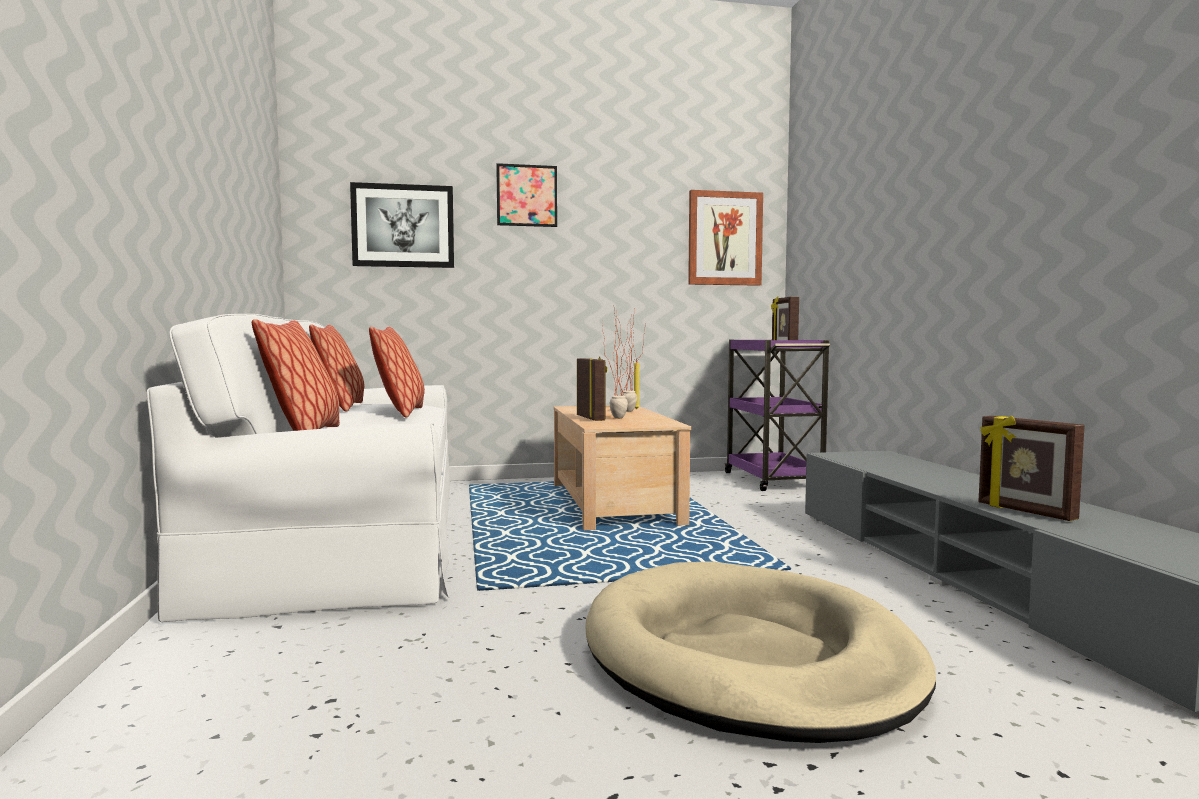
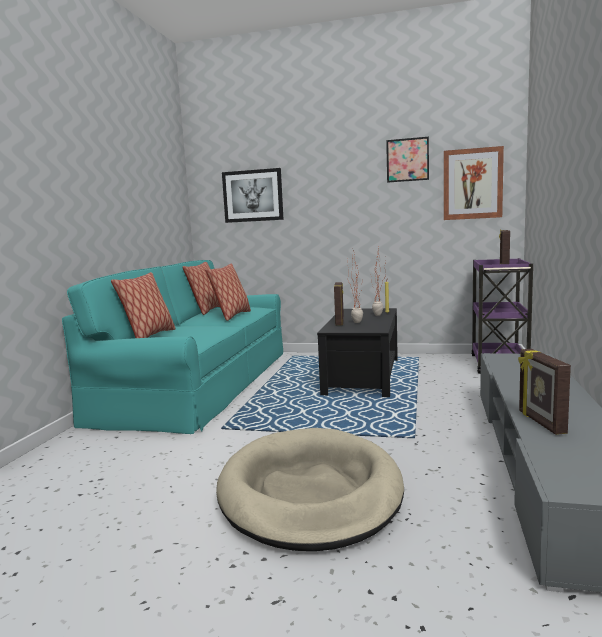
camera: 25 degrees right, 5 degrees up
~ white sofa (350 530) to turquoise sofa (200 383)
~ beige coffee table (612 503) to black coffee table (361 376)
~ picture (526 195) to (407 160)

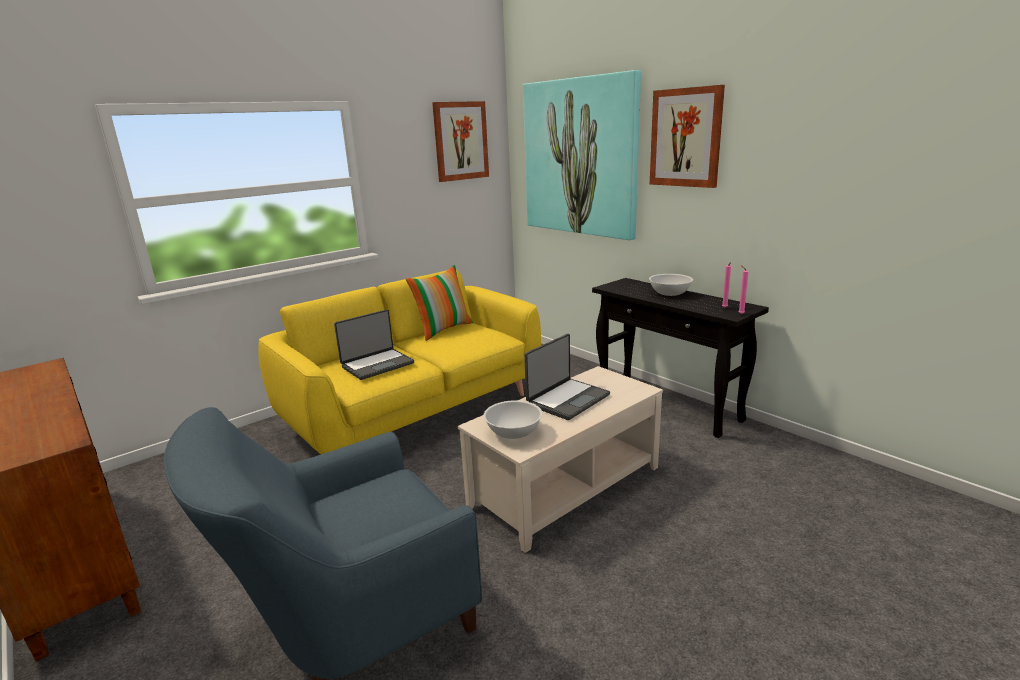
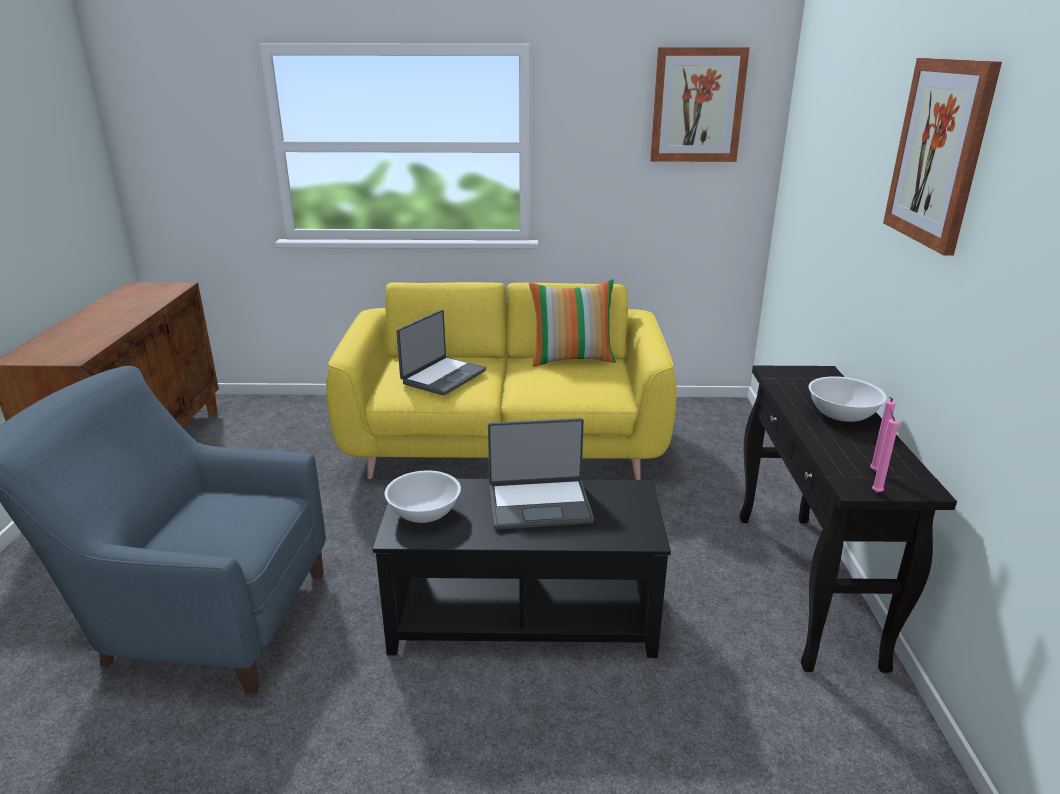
camera: 40 degrees right, 5 degrees up
~ beige coffee table (566 486) to black coffee table (523 613)
~ laptop (377 365) = (443 377) 60 degrees counterclockwise
- picture (580 157)

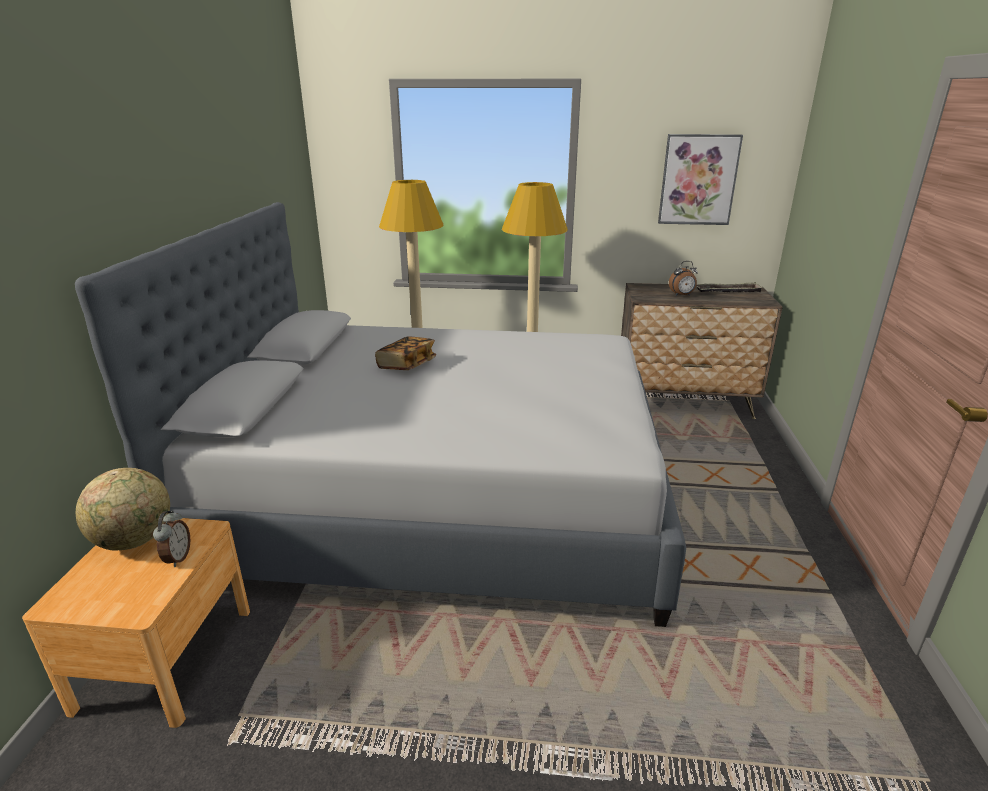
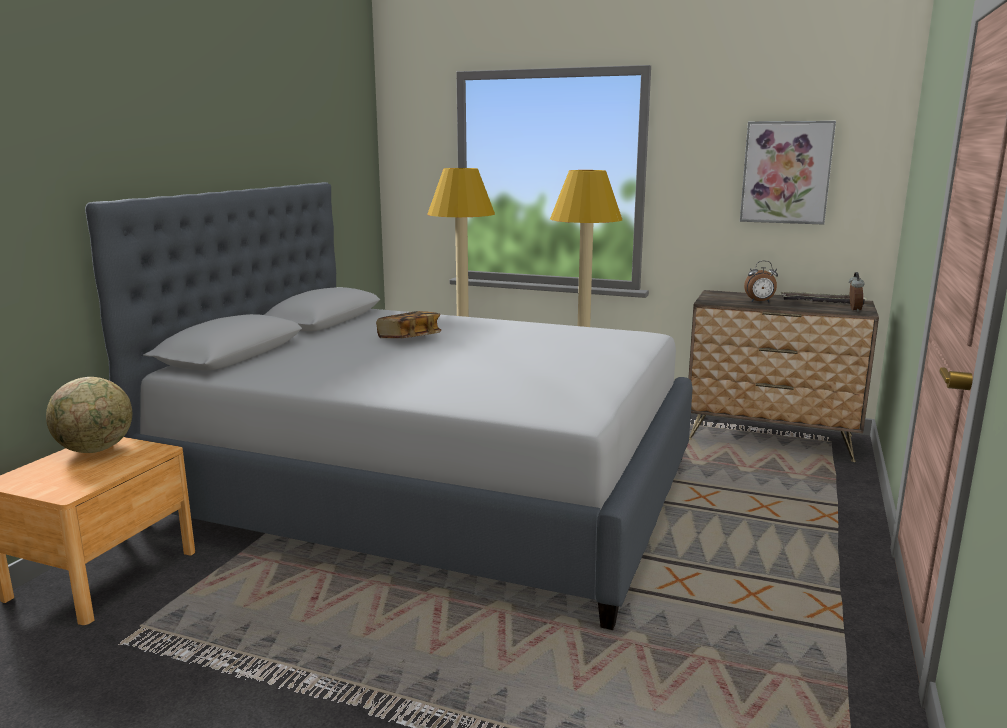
camera: 15 degrees right, 10 degrees down
~ alarm clock (177 558) to (853 310)

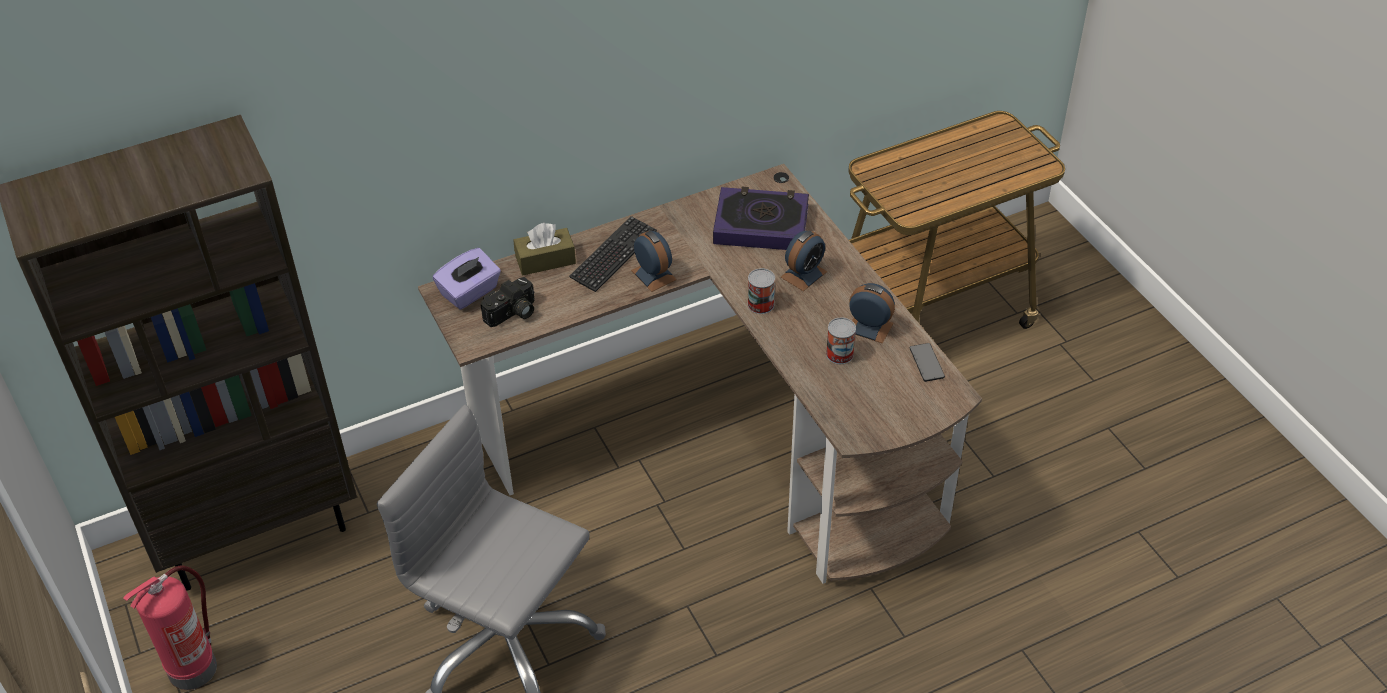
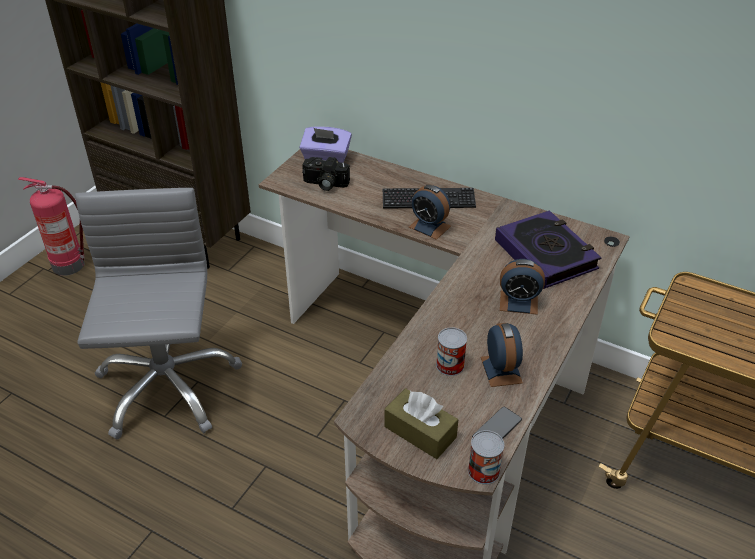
camera: 55 degrees right, 5 degrees down
~ brown tissue box (545 260) to (420 432)
~ alarm clock (653 275) = (429 226) 105 degrees clockwise
~ can (761 304) to (483 471)

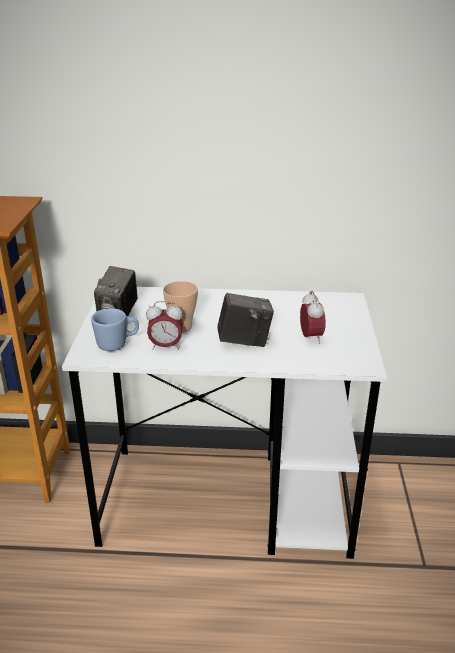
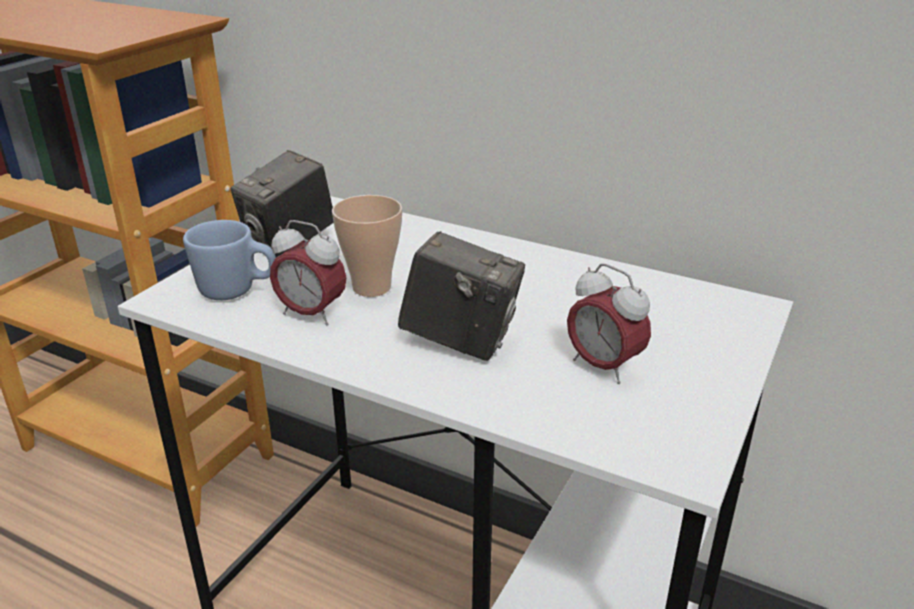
camera: 25 degrees right, 0 degrees up
~ alarm clock (311 337) = (603 367) 120 degrees clockwise

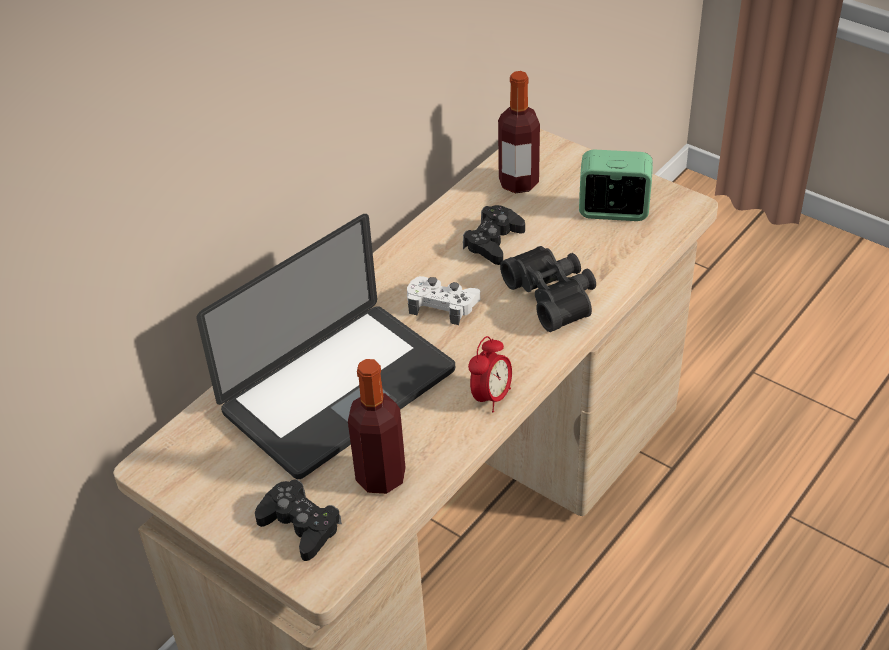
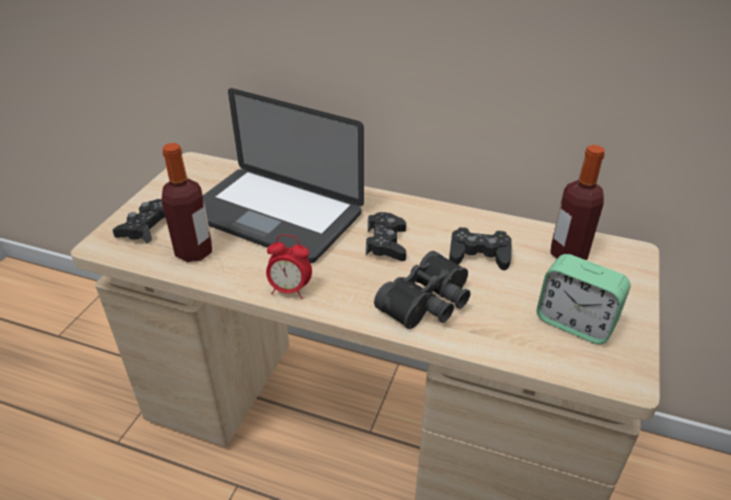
camera: 70 degrees right, 5 degrees down
~ white game controller (442 305) to black game controller (386 243)
~ alarm clock (613 211) = (574 323) 135 degrees clockwise

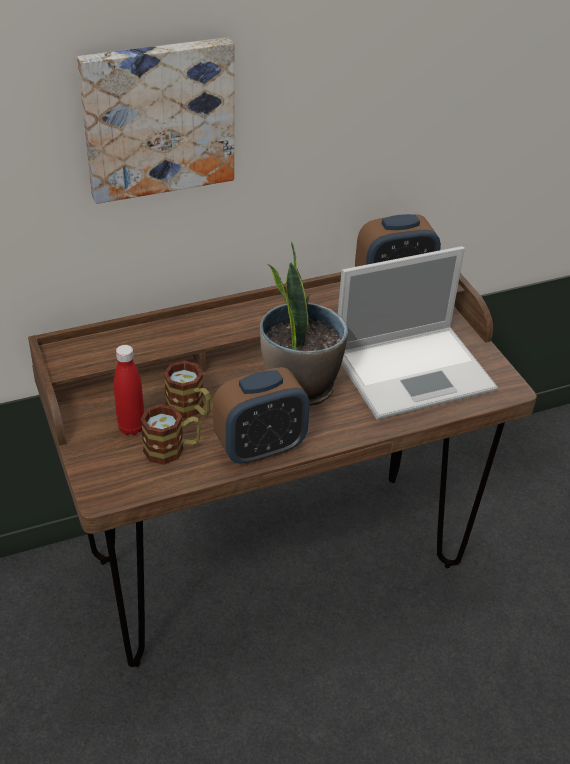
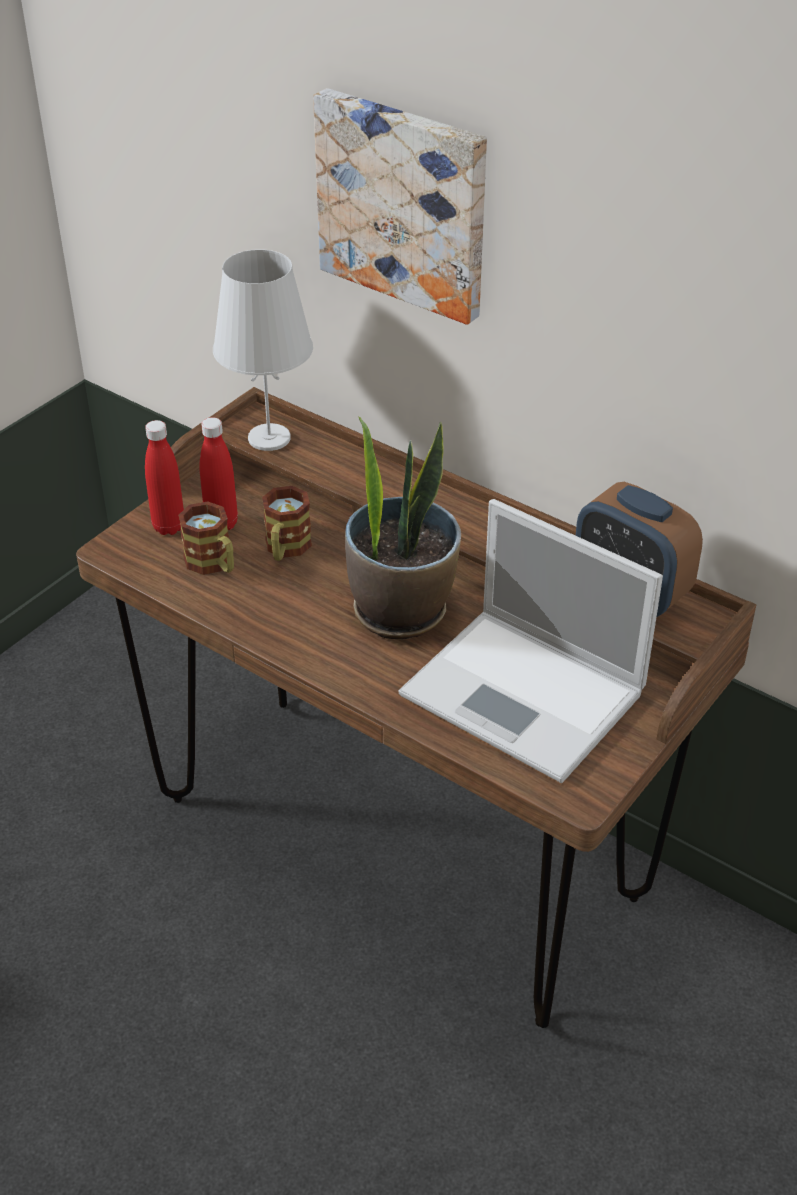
camera: 60 degrees right, 0 degrees up
+ red bottle (169 527)
+ white table lamp (269 438)
- alarm clock (260 448)

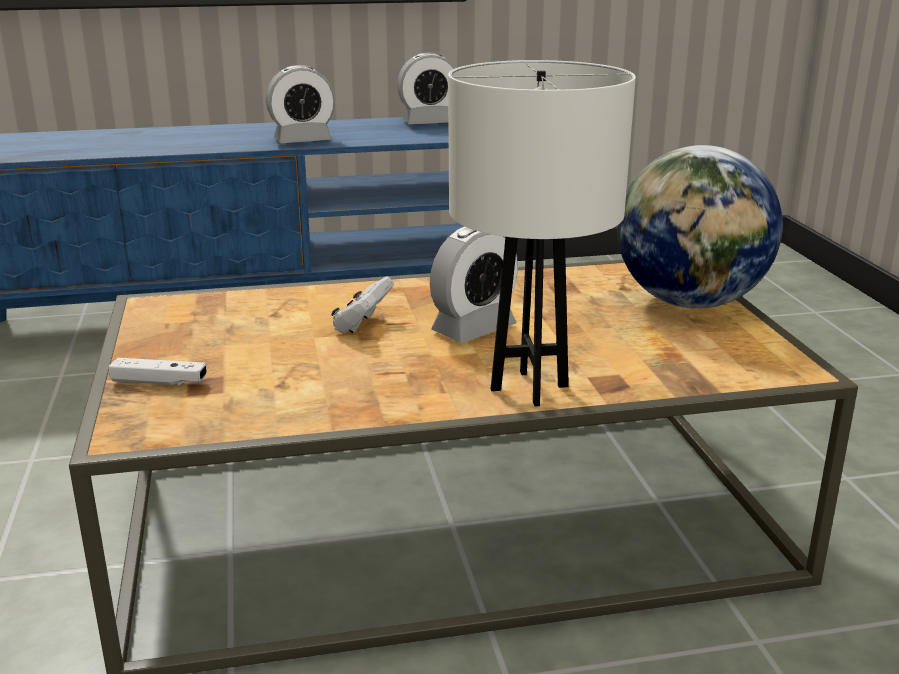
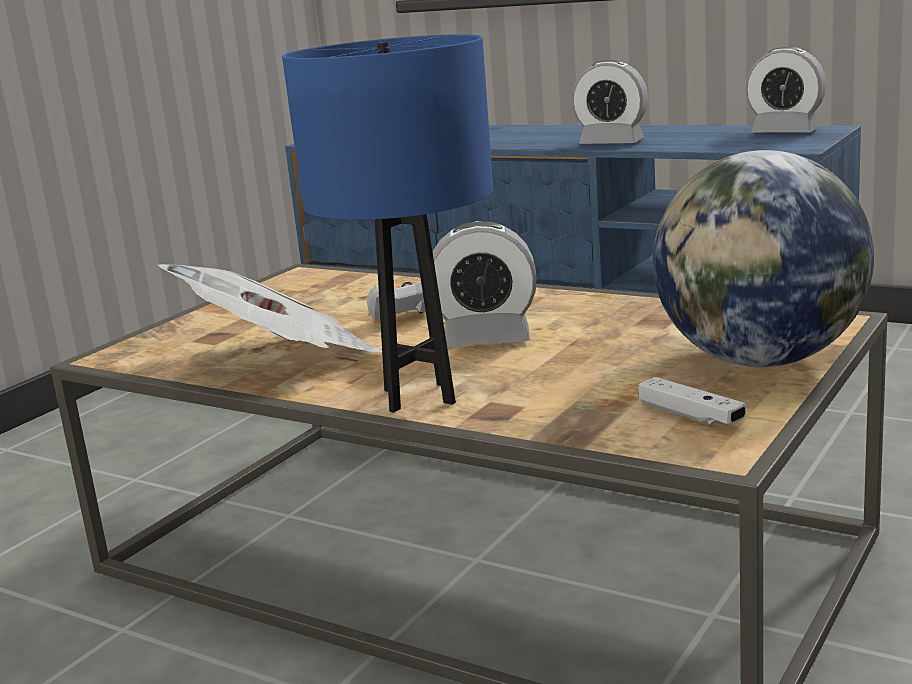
camera: 45 degrees right, 5 degrees down
+ newspaper (282 359)
~ white table lamp (528 387) to blue table lamp (419 396)
~ white game controller (159 382) to (690 415)

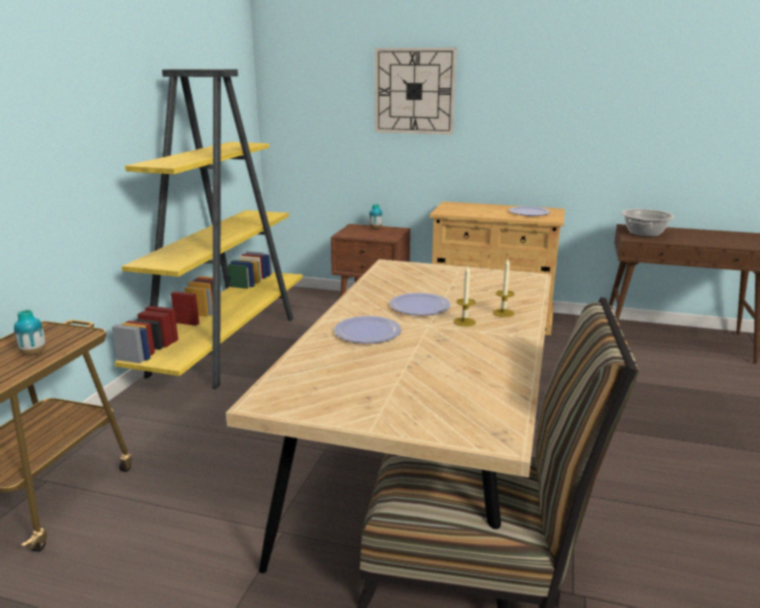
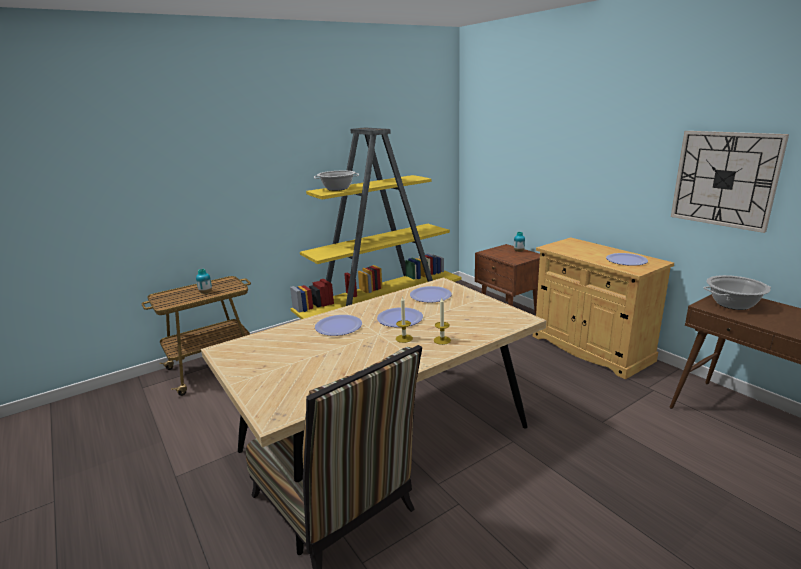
camera: 40 degrees right, 0 degrees up
+ cooking pot (337 188)
+ plate (430 295)
~ wall clock (414 91) to (724 179)

